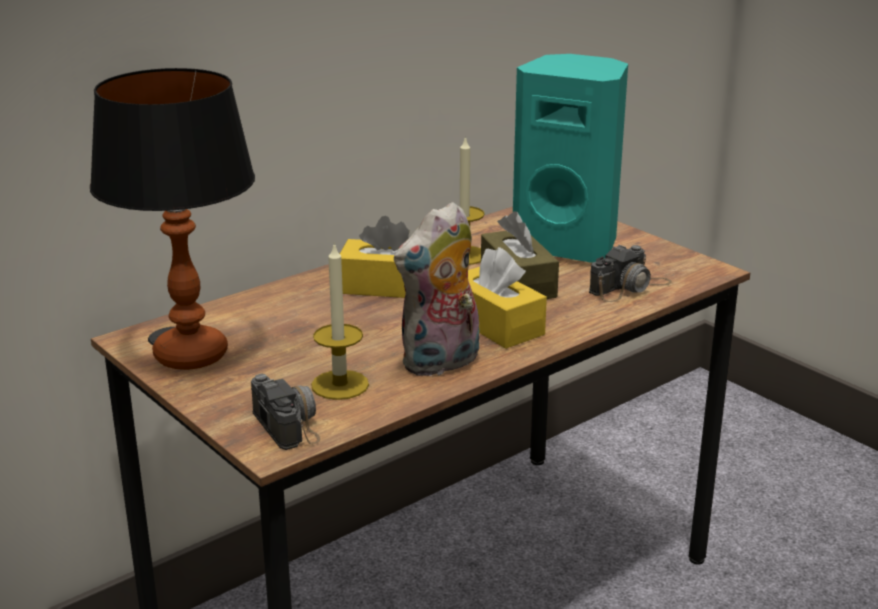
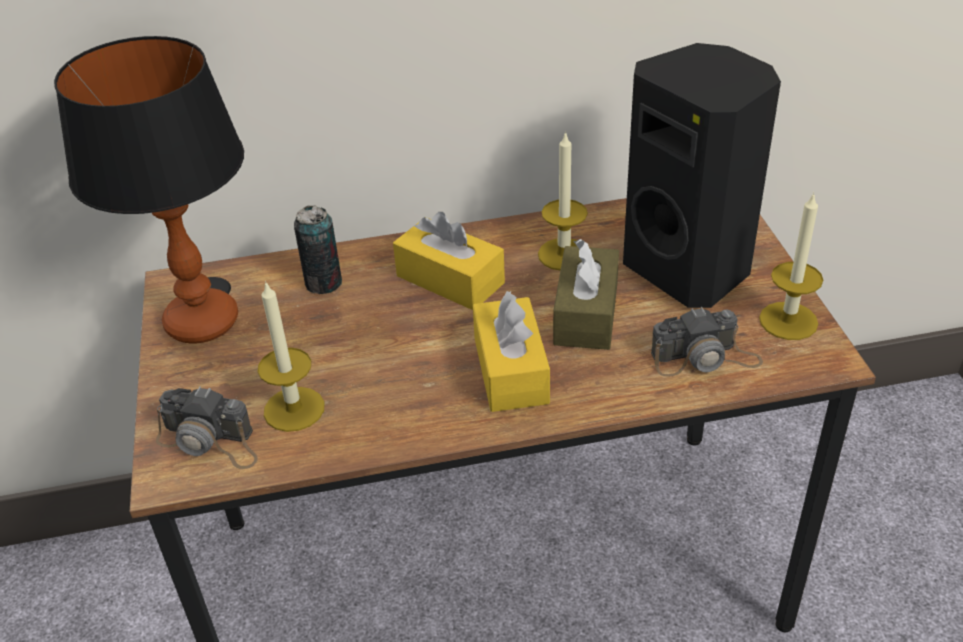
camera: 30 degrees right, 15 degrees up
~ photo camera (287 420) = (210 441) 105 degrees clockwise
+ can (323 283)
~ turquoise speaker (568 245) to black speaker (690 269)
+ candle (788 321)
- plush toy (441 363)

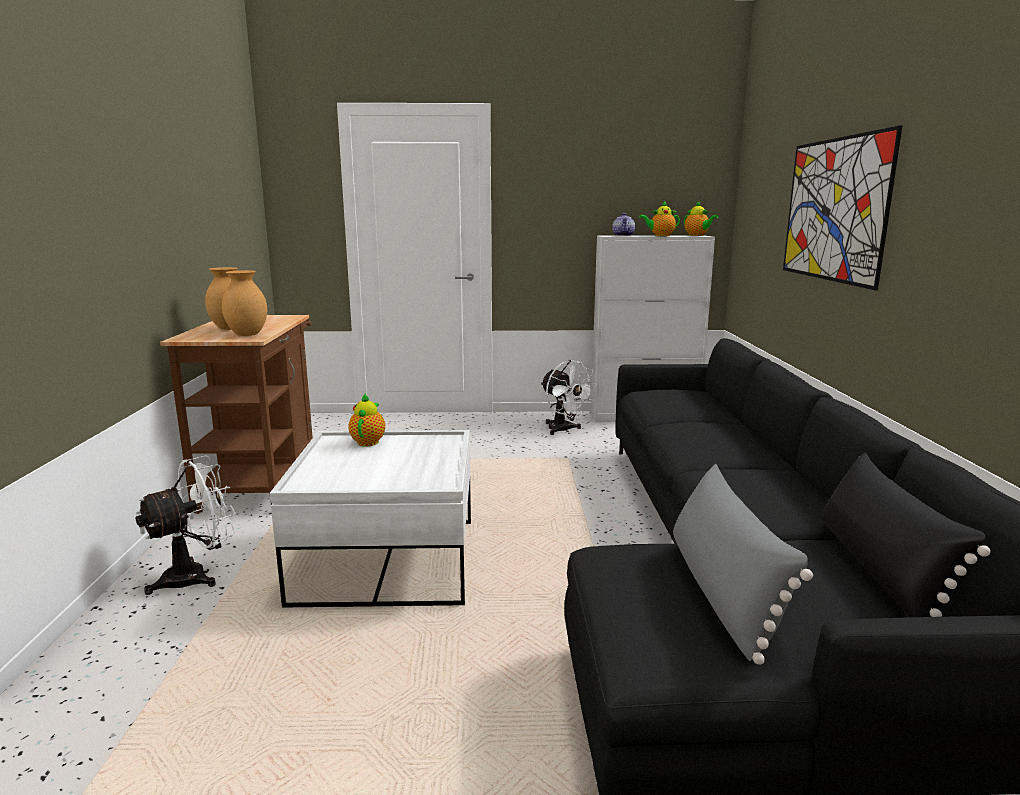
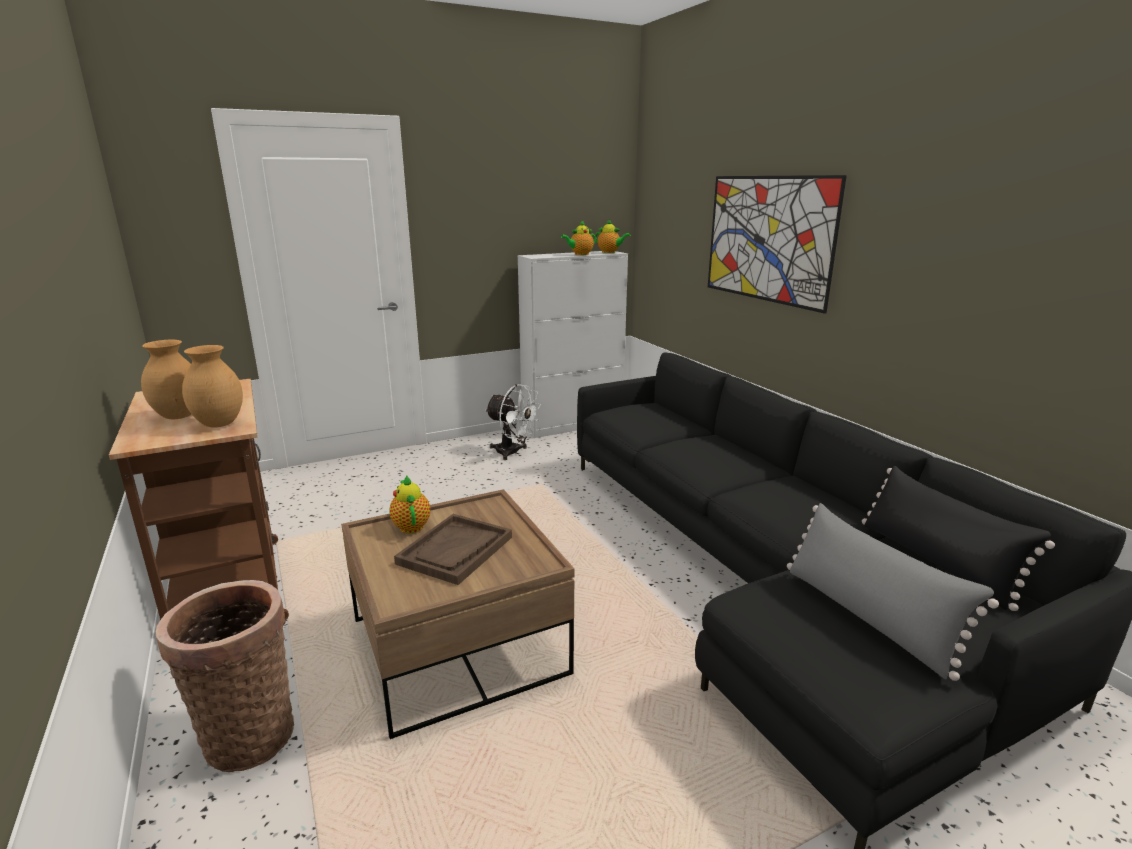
camera: 25 degrees left, 5 degrees up
~ white fan (196 575) to basket (248 733)
~ white coffee table (388 561) to brown coffee table (458 647)
+ brown tray (455 550)
- teapot (623 235)

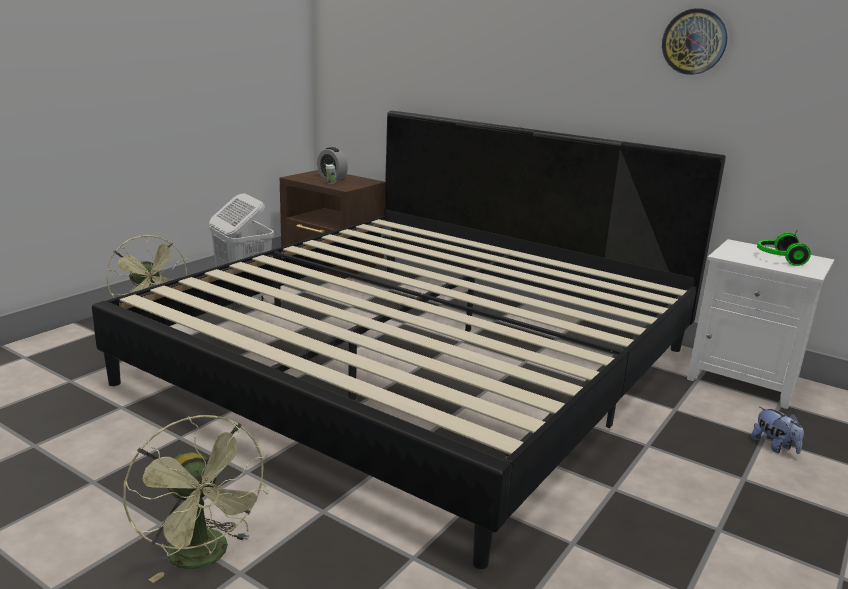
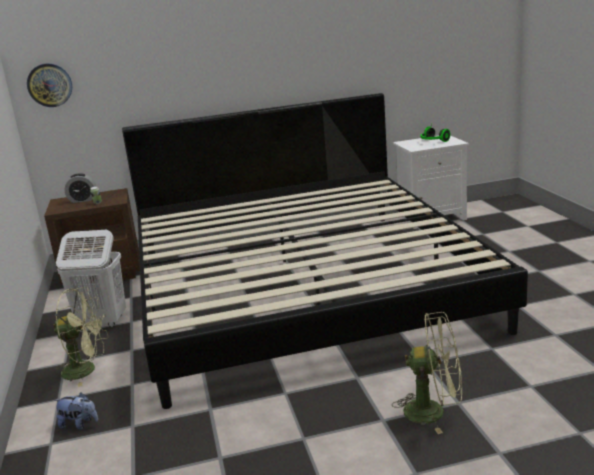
camera: 45 degrees left, 0 degrees up
~ wall clock (694 41) to (49 85)
~ plush toy (774 446) to (79 424)

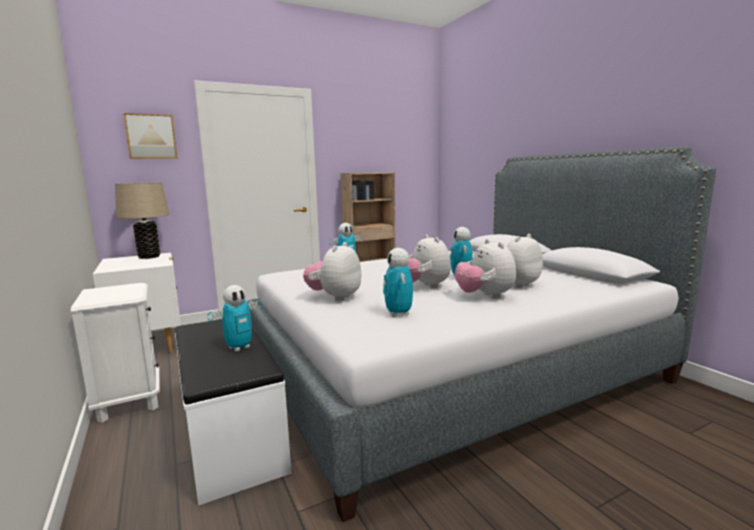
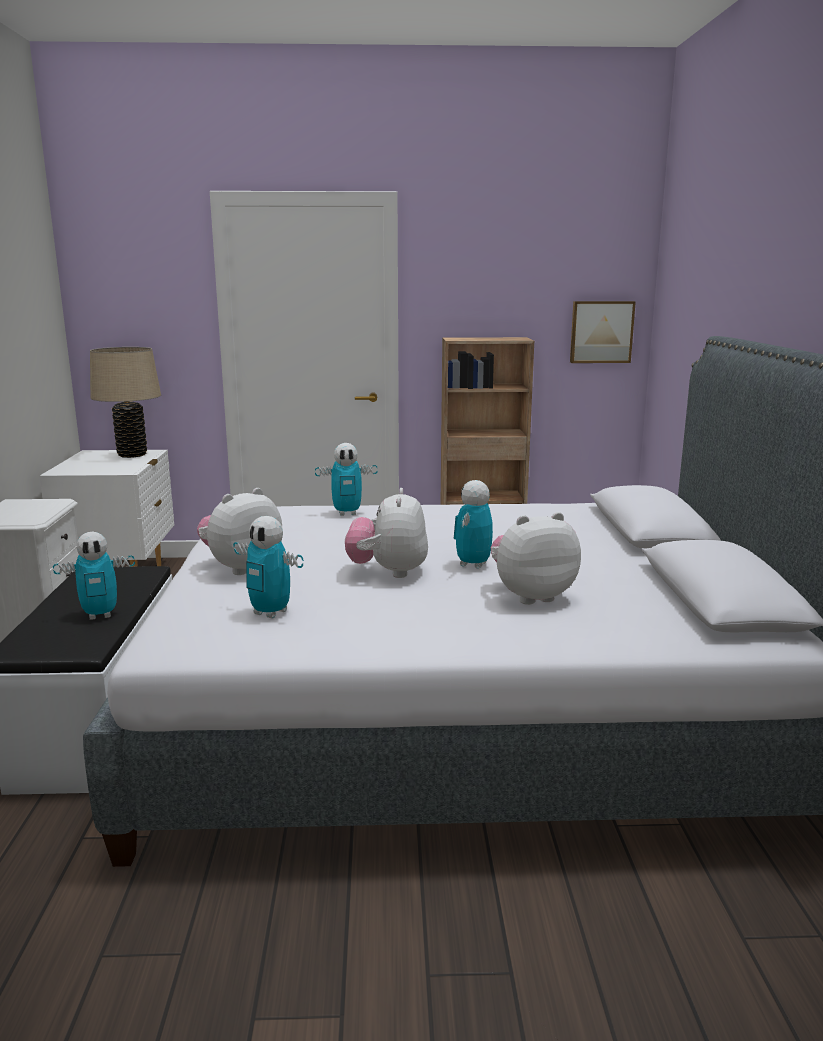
camera: 25 degrees right, 5 degrees up
~ toy robot (398 314) = (270 613) 75 degrees counterclockwise
~ picture (151 136) to (601 332)
- plush toy (485 296)

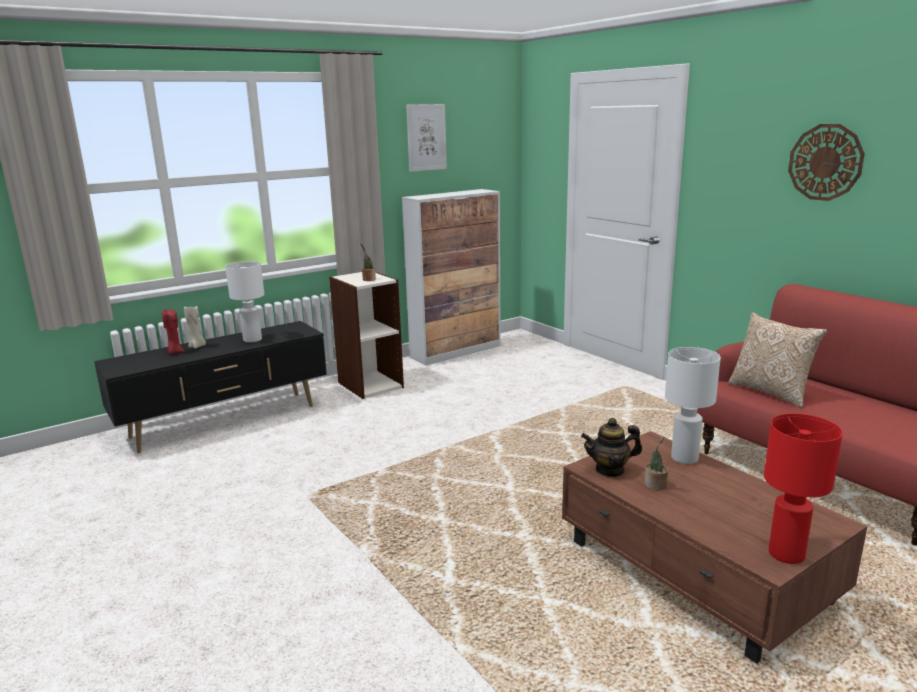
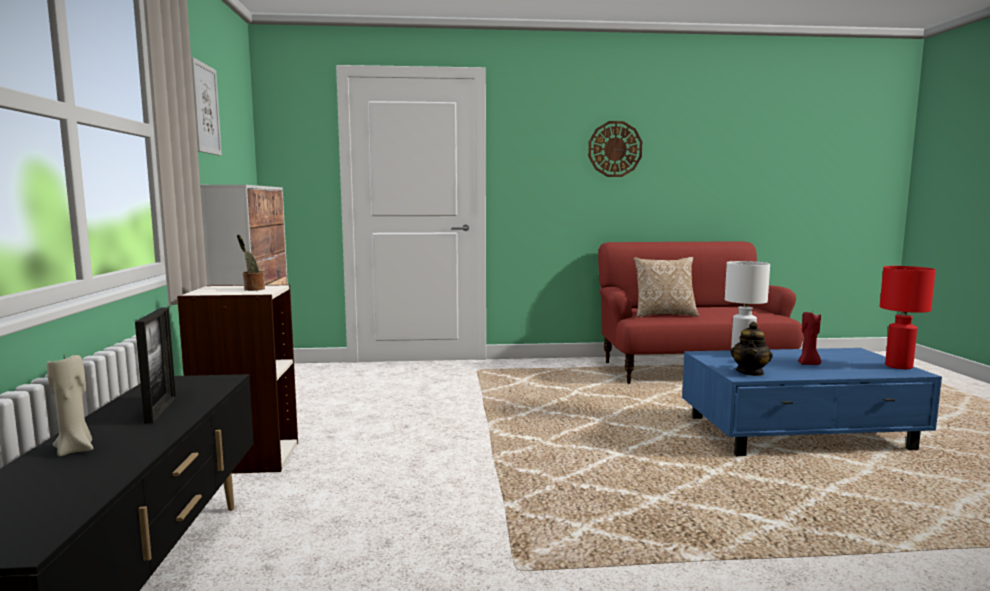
camera: 60 degrees left, 10 degrees down
~ white table lamp (252 339) to picture frame (161 409)
~ brown coffee table (696 573) to blue coffee table (799 434)
~ red candle (175 352) to (808 364)
- potted plant (655 485)

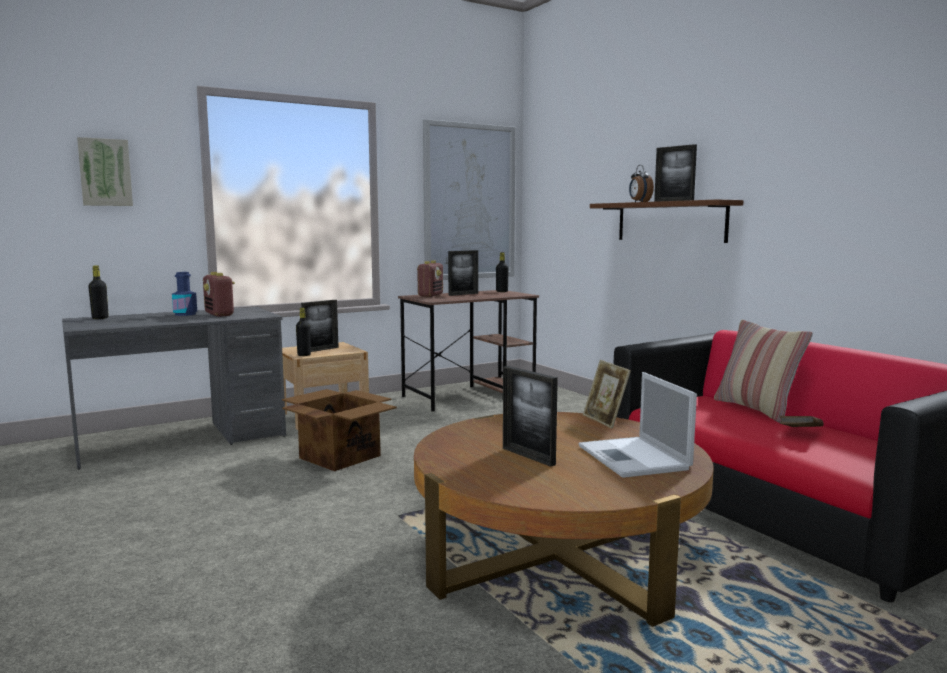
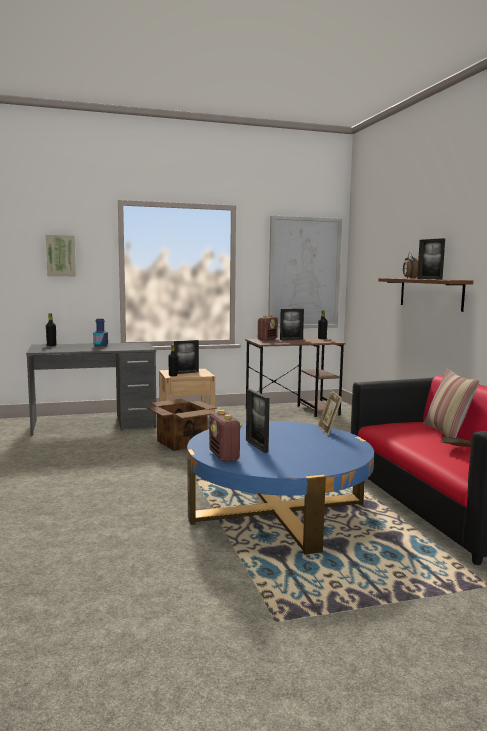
camera: 15 degrees right, 0 degrees up
~ brown coffee table (557 554) to blue coffee table (278 511)
~ radio (219 314) to (224 456)
- laptop (634 458)

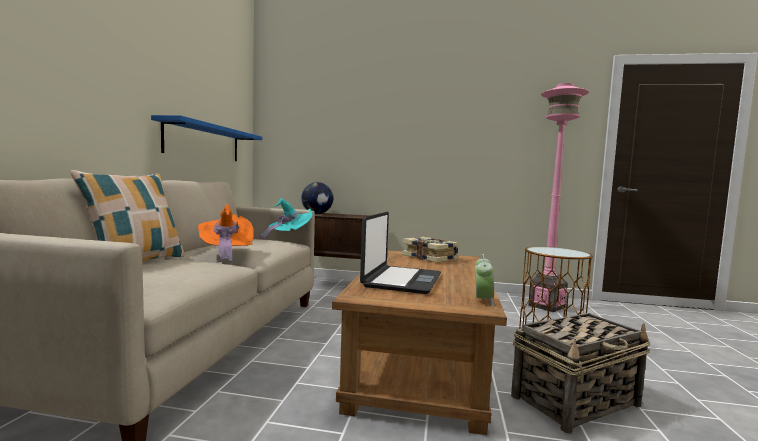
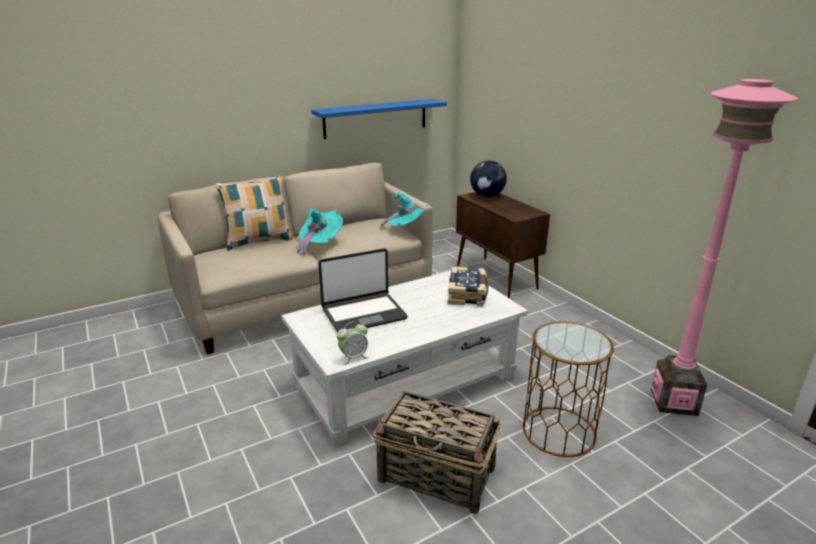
camera: 50 degrees right, 20 degrees up
~ brown coffee table (420 359) to white coffee table (406 381)
~ orange hat (226 254) to turquoise hat (319 243)

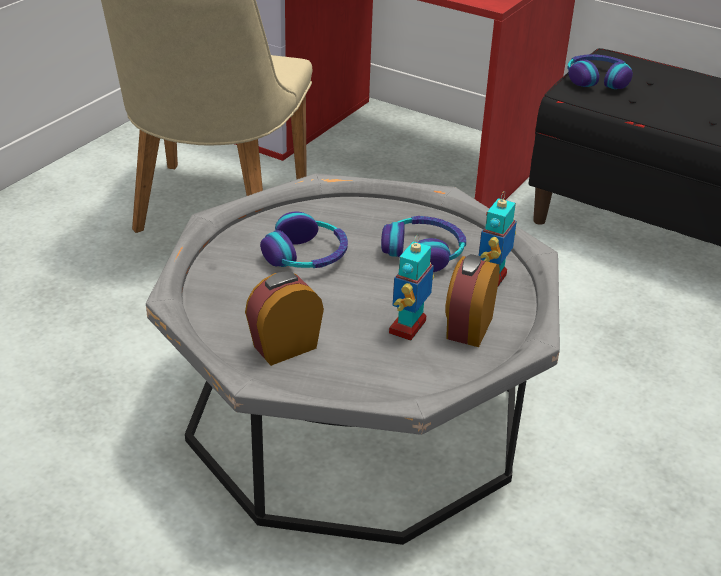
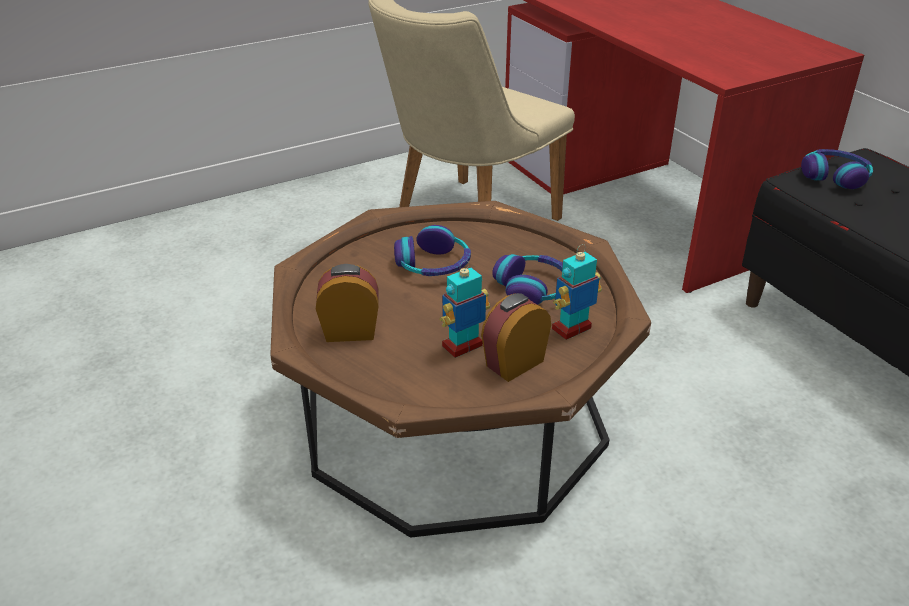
camera: 30 degrees right, 0 degrees up
~ grey coffee table (355 415) to brown coffee table (454 418)

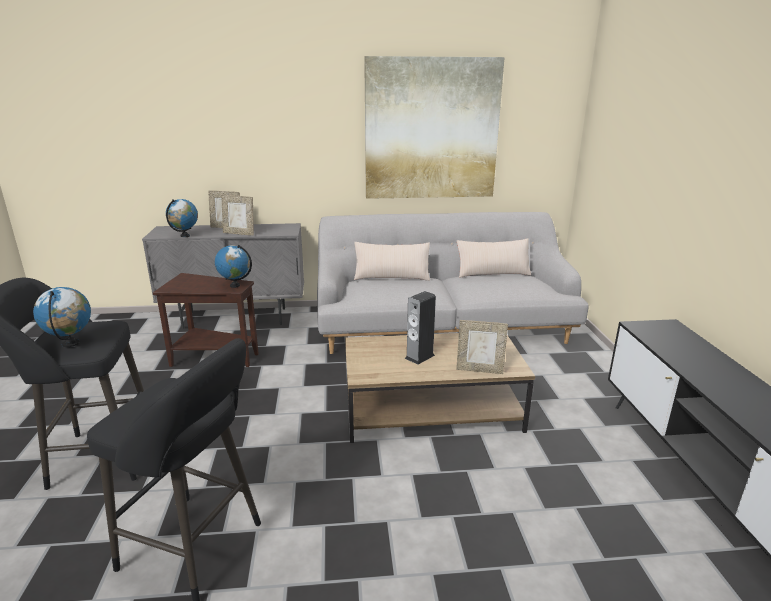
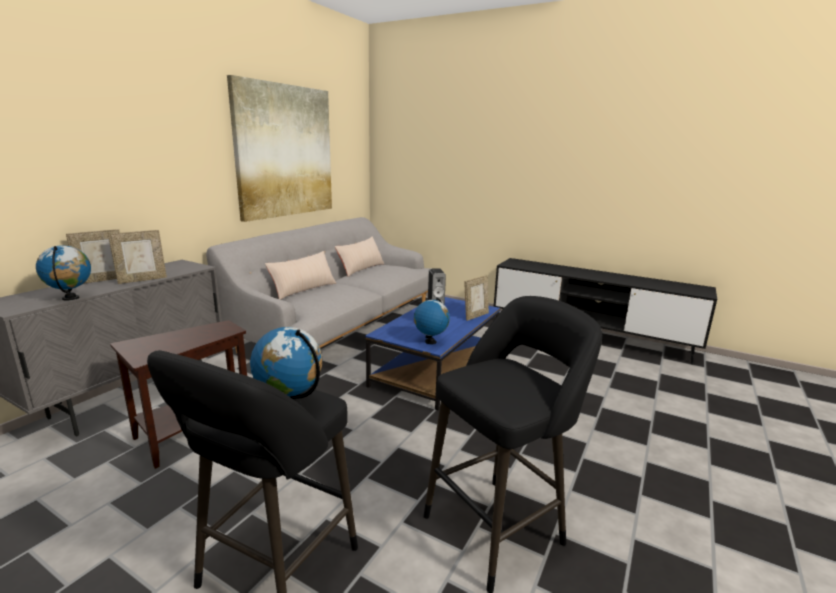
camera: 55 degrees left, 5 degrees down
~ brown coffee table (432 409) to blue coffee table (437 367)
~ globe (235 285) to (430 342)

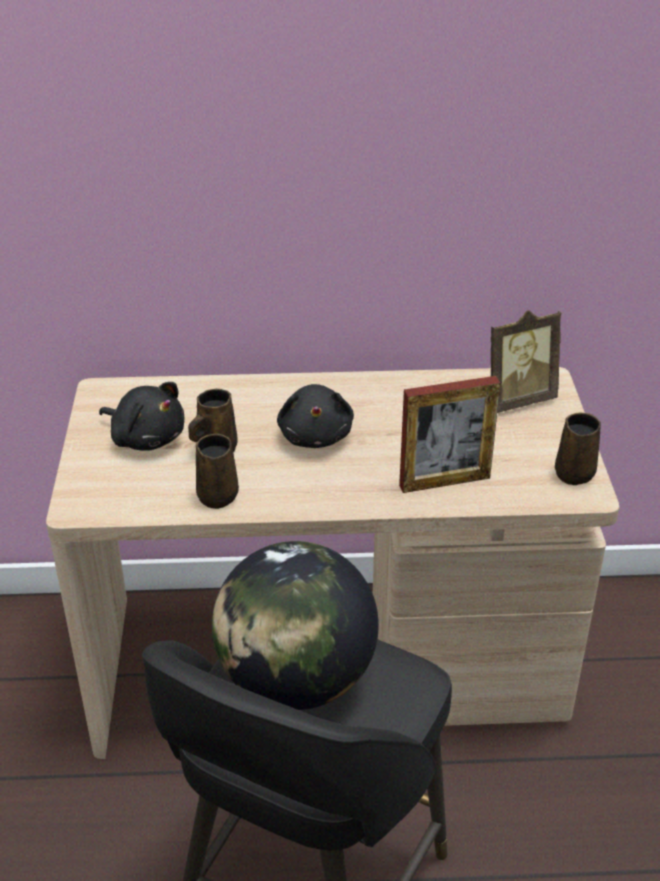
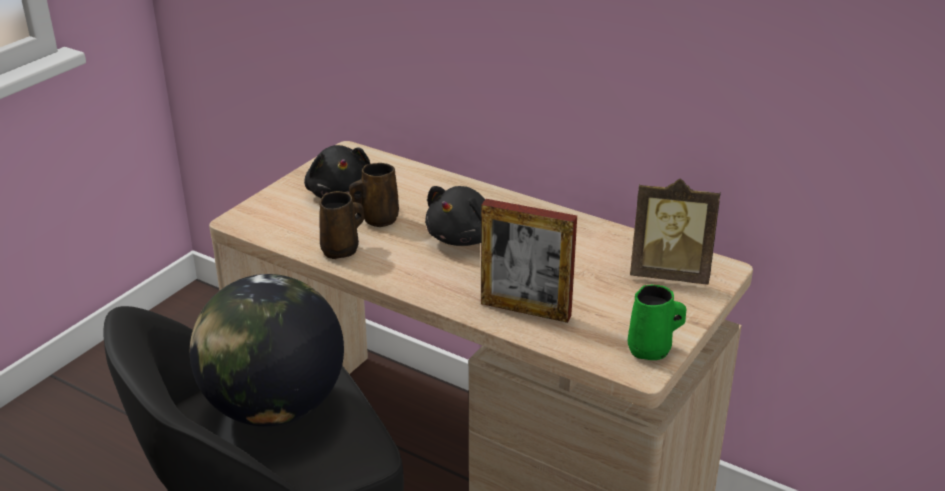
camera: 35 degrees right, 5 degrees down
~ brown mug (576 473) to green mug (651 349)

